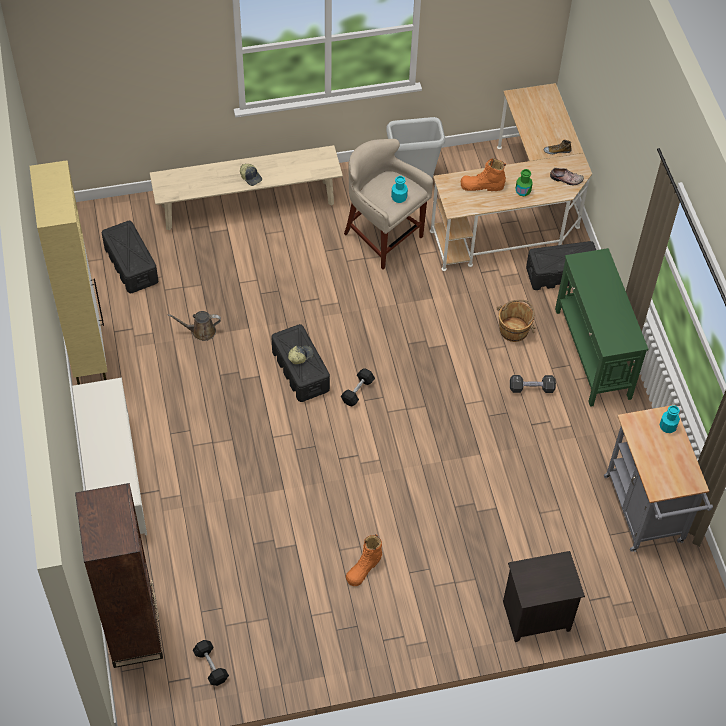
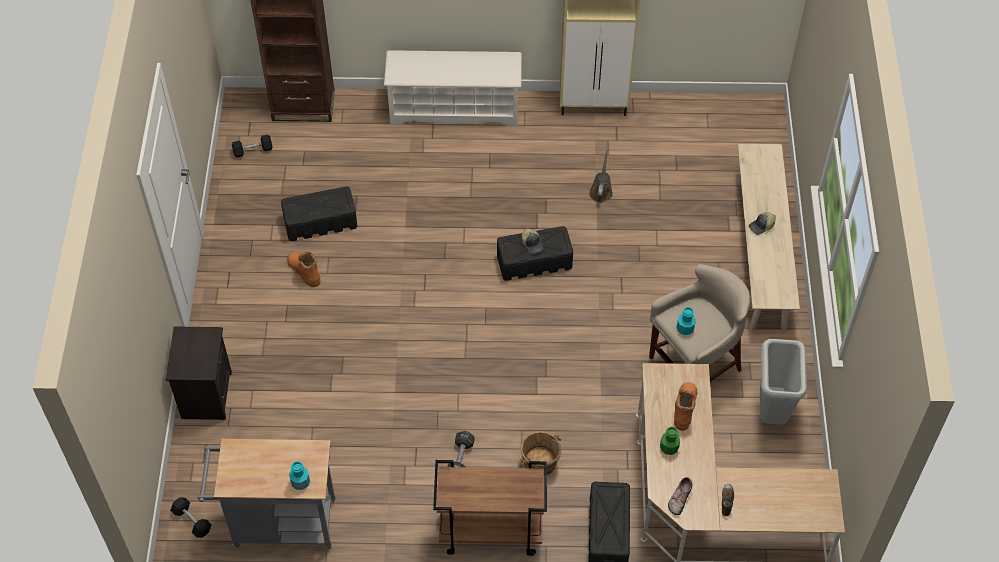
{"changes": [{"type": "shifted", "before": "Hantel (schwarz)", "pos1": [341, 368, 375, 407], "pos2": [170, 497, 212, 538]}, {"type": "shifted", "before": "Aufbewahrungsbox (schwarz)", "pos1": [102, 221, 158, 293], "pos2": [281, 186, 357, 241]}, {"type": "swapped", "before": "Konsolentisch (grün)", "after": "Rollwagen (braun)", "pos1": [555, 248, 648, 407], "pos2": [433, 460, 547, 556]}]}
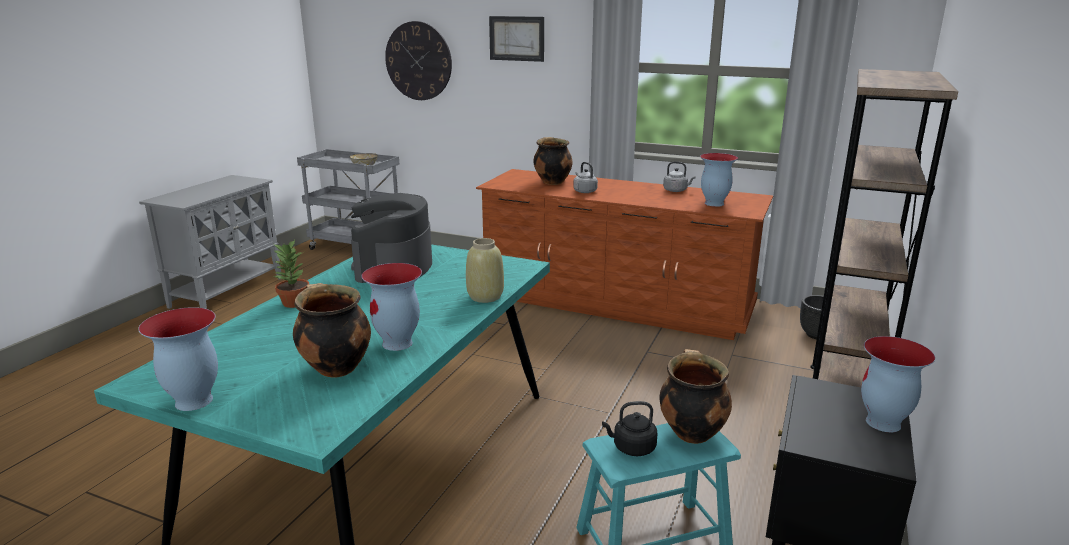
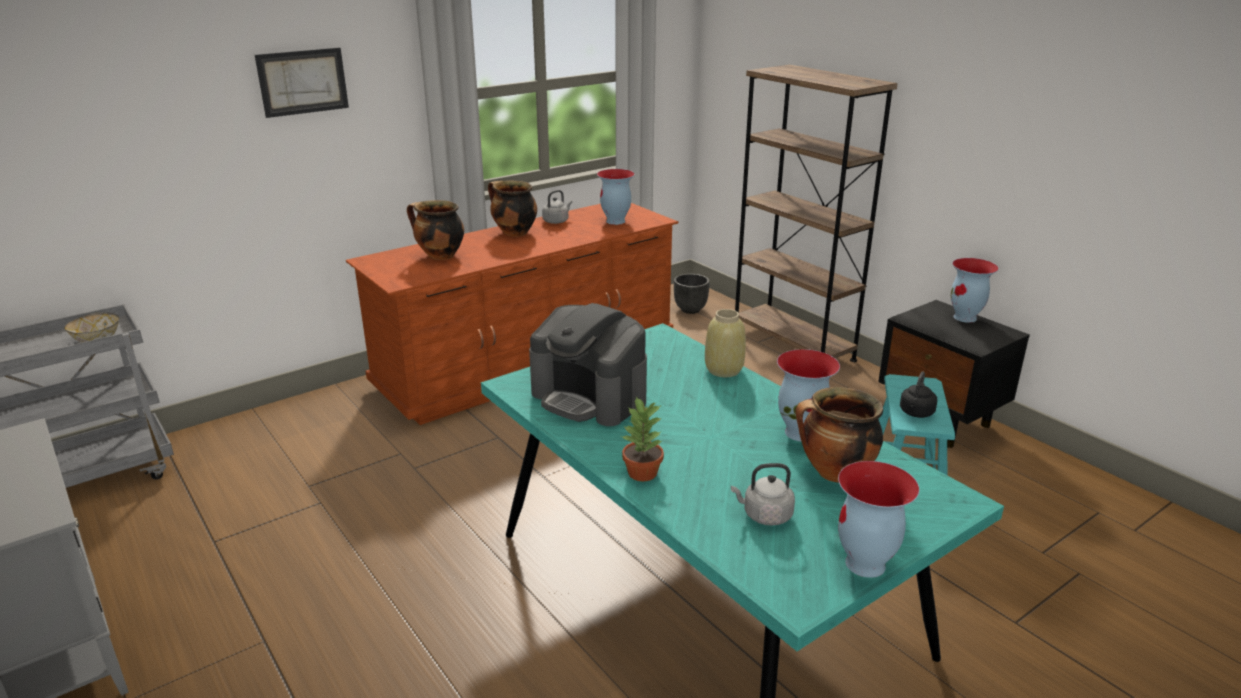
{"changes": [{"type": "shifted", "before": "Kochtopf", "pos1": [660, 349, 732, 444], "pos2": [488, 180, 537, 236]}, {"type": "shifted", "before": "Wasserkessel (grau)", "pos1": [573, 162, 598, 193], "pos2": [731, 463, 795, 526]}, {"type": "gone", "before": "Wanduhr", "pos1": [385, 21, 452, 100]}]}
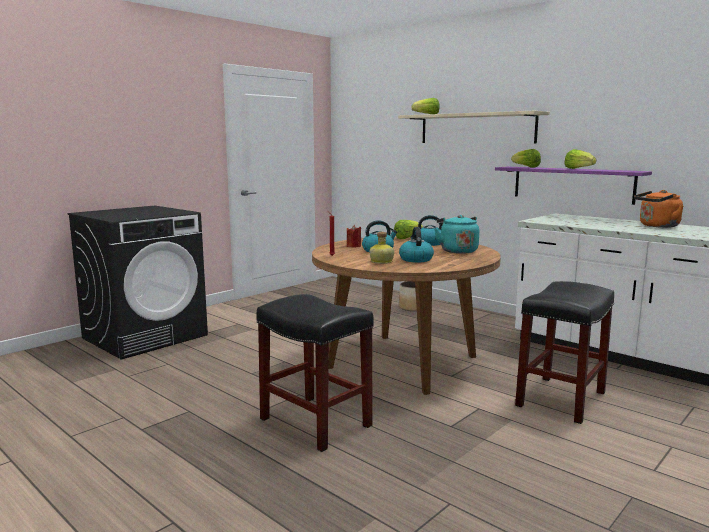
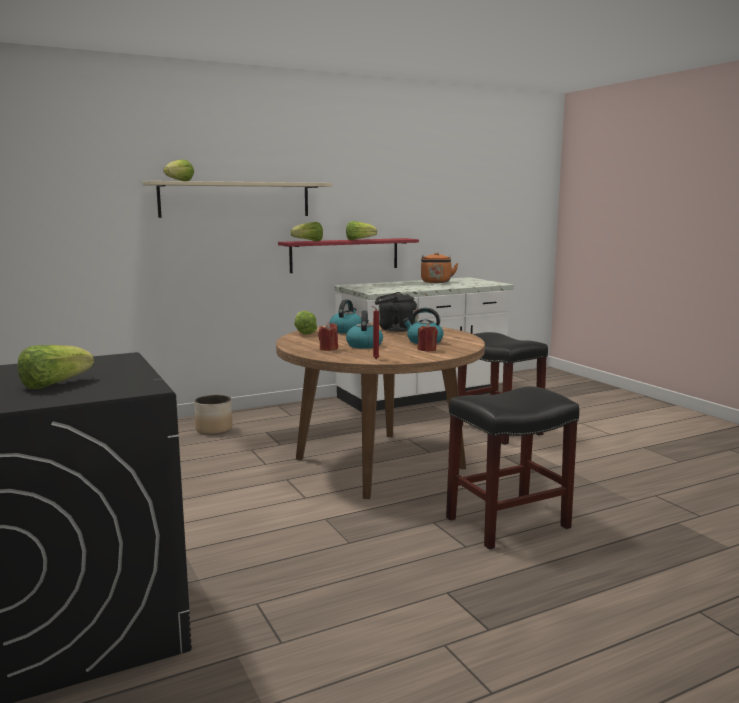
{"changes": [{"type": "new", "after": "Salatkopf", "pos2": [18, 345, 94, 389]}, {"type": "repainted", "before": "Wandregal (lila)", "after": "Wandregal (rot)", "pos1": [495, 167, 652, 205], "pos2": [278, 238, 419, 273]}, {"type": "repainted", "before": "Wasserkessel (türkis)", "after": "Wasserkessel (schwarz)", "pos1": [435, 215, 479, 254], "pos2": [375, 292, 418, 332]}, {"type": "swapped", "before": "Flasche", "after": "Kerze (rot)", "pos1": [369, 232, 394, 264], "pos2": [417, 323, 438, 352]}]}
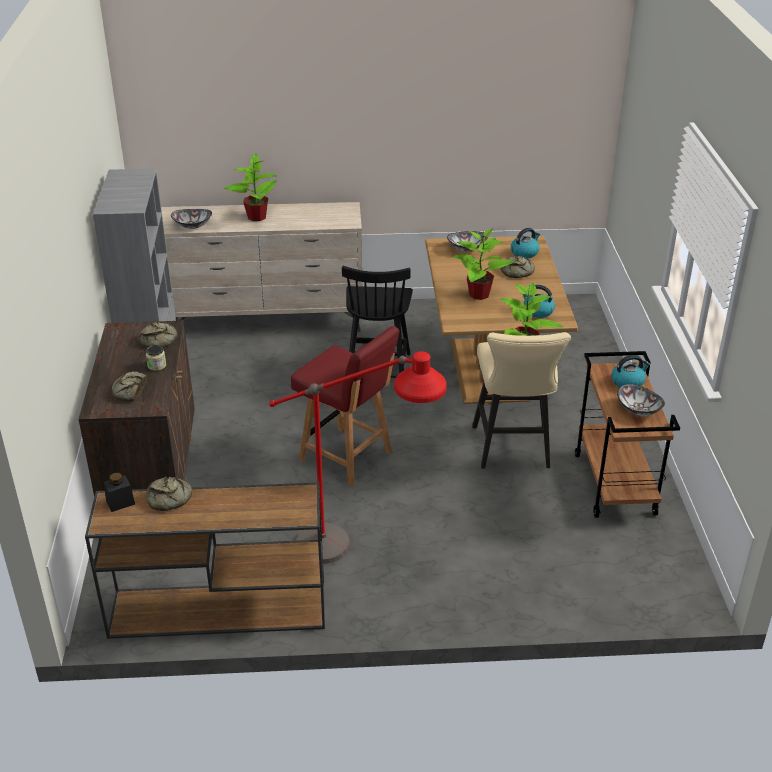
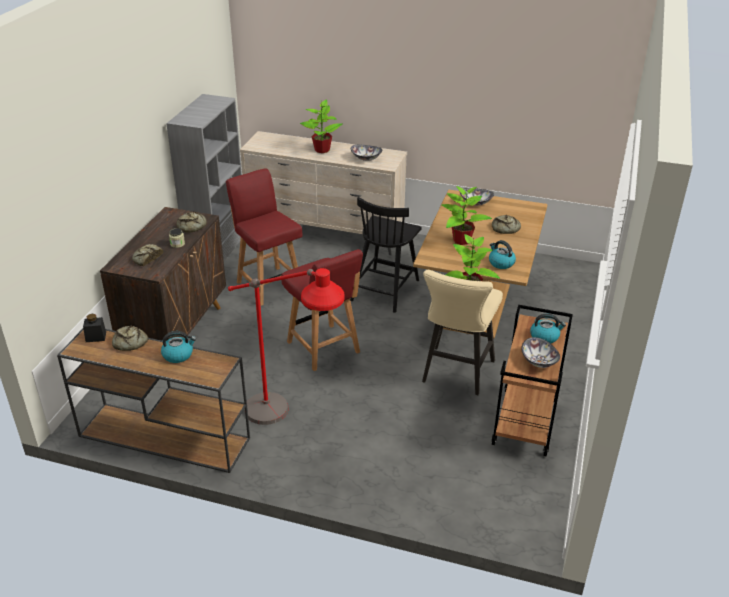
{"changes": [{"type": "shifted", "before": "Wasserkessel", "pos1": [511, 228, 540, 258], "pos2": [161, 331, 196, 363]}, {"type": "new", "after": "Stuhl (rot)", "pos2": [226, 168, 302, 306]}, {"type": "shifted", "before": "Schüssel", "pos1": [171, 209, 212, 229], "pos2": [351, 145, 382, 161]}]}
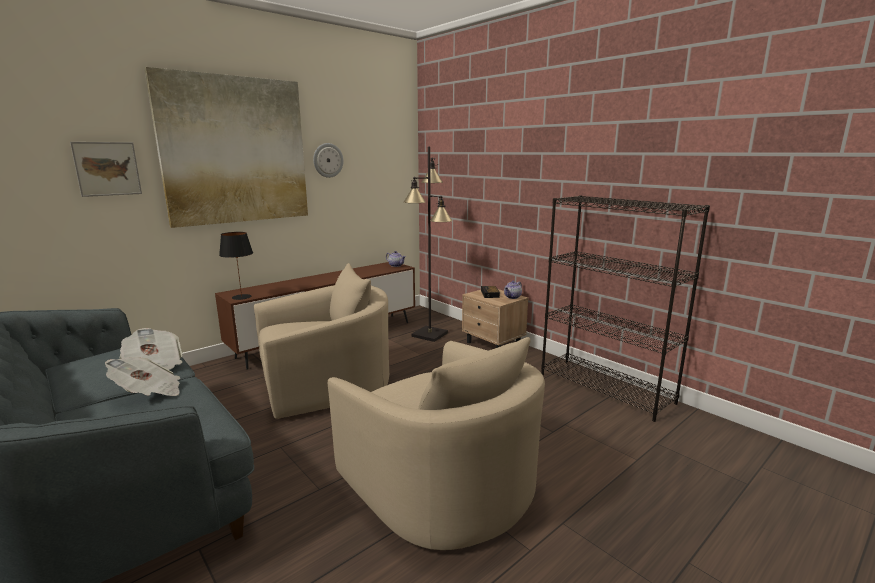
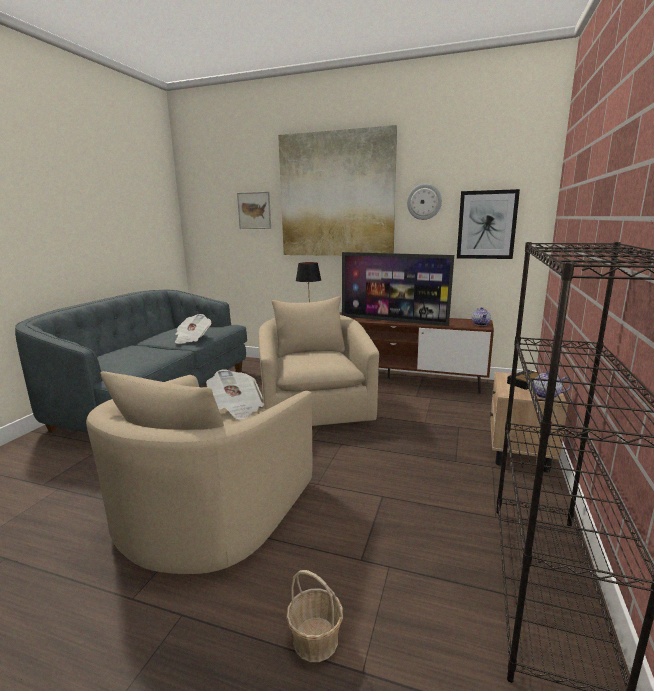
{"changes": [{"type": "shifted", "before": "Zeitung", "pos1": [105, 357, 180, 396], "pos2": [206, 369, 264, 420]}, {"type": "rotated", "before": "Sessel (beige)", "pos1": [254, 263, 389, 419], "pos2": [258, 296, 379, 426], "turn": -135}, {"type": "new", "after": "Korb", "pos2": [286, 570, 343, 662]}, {"type": "new", "after": "Fernseher", "pos2": [342, 252, 454, 326]}, {"type": "new", "after": "Bild", "pos2": [457, 189, 520, 259]}, {"type": "gone", "before": "Stehlampe (schwarz)", "pos1": [404, 146, 452, 342]}]}
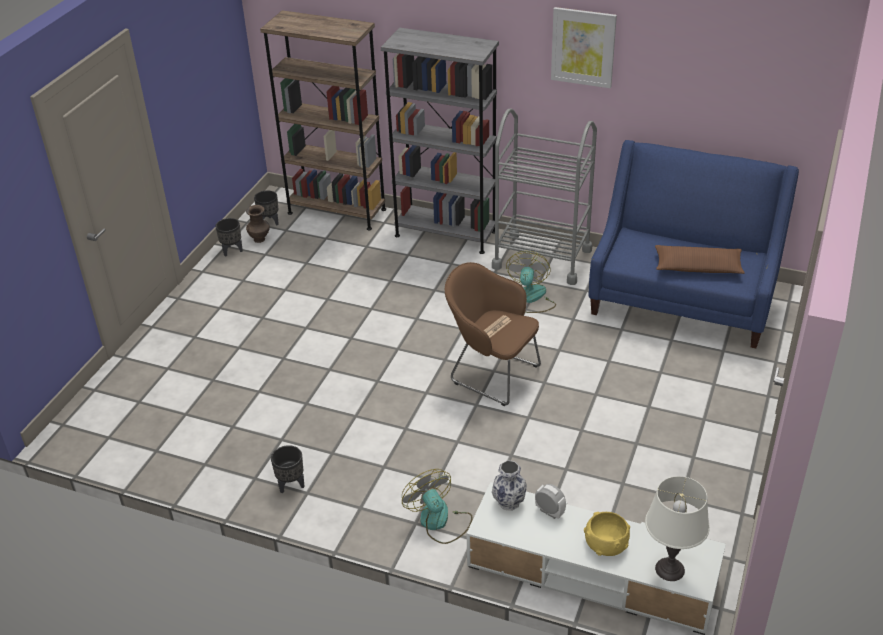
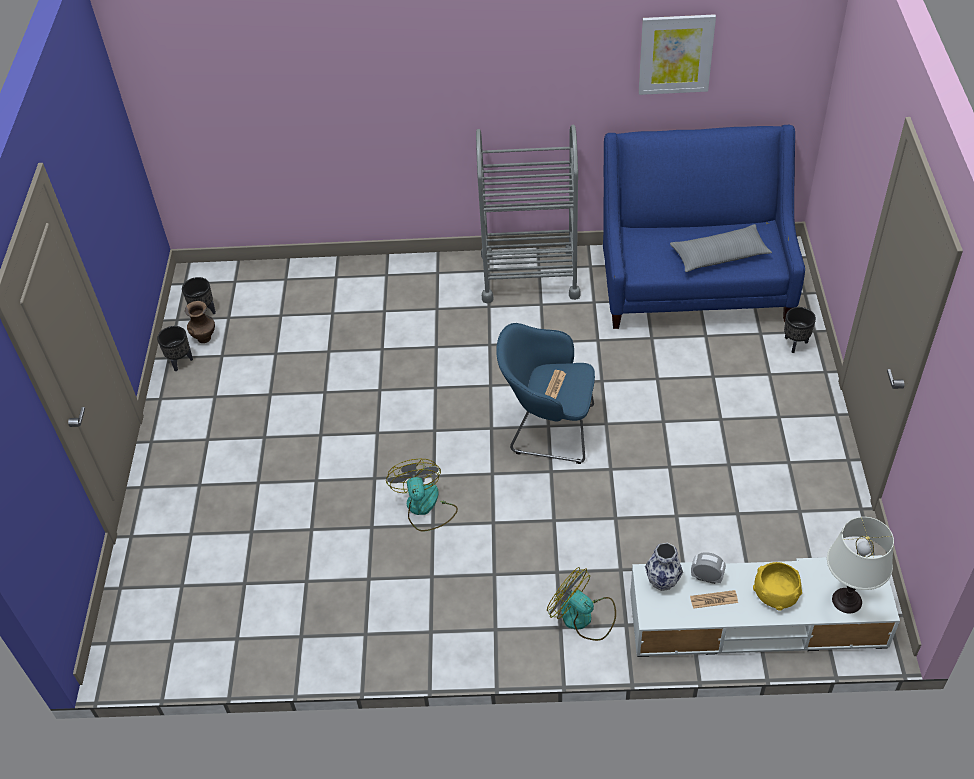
{"changes": [{"type": "shifted", "before": "Ventilator", "pos1": [506, 251, 556, 313], "pos2": [386, 459, 458, 531]}, {"type": "repainted", "before": "Sessel (braun)", "after": "Sessel (blau)", "pos1": [445, 262, 541, 406], "pos2": [496, 323, 595, 464]}, {"type": "shifted", "before": "Bild", "pos1": [551, 7, 617, 88], "pos2": [639, 14, 716, 95]}, {"type": "repainted", "before": "Kissen (braun)", "after": "Kissen (grau)", "pos1": [655, 245, 745, 274], "pos2": [670, 224, 772, 272]}, {"type": "new", "after": "Zeitung", "pos2": [690, 590, 738, 609]}, {"type": "shifted", "before": "Pflanzkübel (schwarz)", "pos1": [271, 445, 304, 493], "pos2": [784, 307, 816, 353]}, {"type": "gone", "before": "Bücherregal (braun)", "pos1": [260, 10, 386, 230]}, {"type": "gone", "before": "Bücherregal (grau)", "pos1": [381, 28, 499, 254]}]}
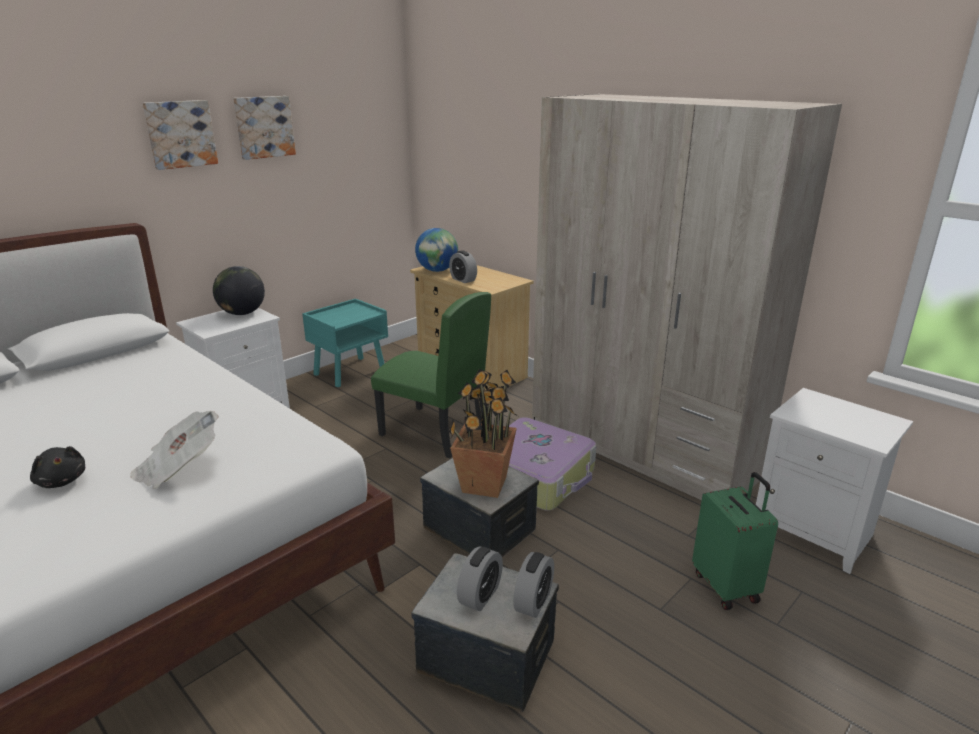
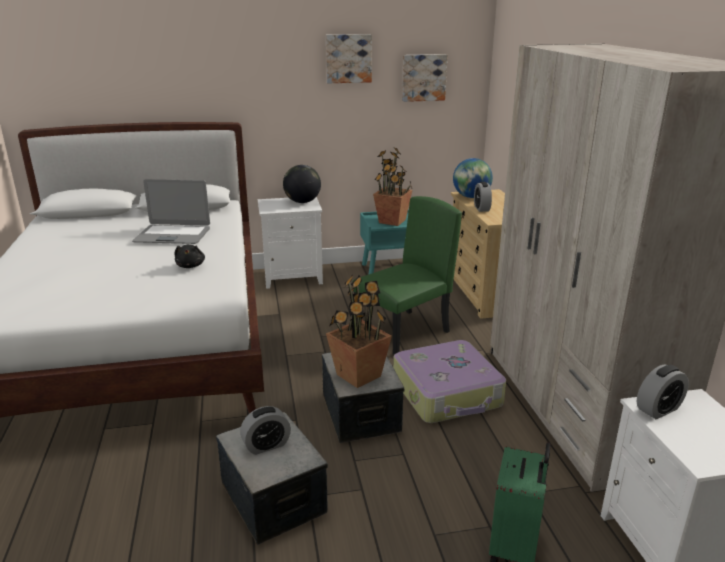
{"changes": [{"type": "new", "after": "Laptop", "pos2": [132, 179, 210, 244]}, {"type": "shifted", "before": "Plüschtier (schwarz)", "pos1": [30, 446, 85, 488], "pos2": [174, 244, 205, 268]}, {"type": "rotated", "before": "Stuhl (grün)", "pos1": [371, 292, 491, 458], "pos2": [353, 196, 462, 355], "turn": -105}, {"type": "new", "after": "Topfpflanze", "pos2": [373, 148, 413, 226]}, {"type": "shifted", "before": "Bild", "pos1": [143, 100, 218, 170], "pos2": [402, 54, 448, 102]}, {"type": "shifted", "before": "Wecker", "pos1": [513, 552, 554, 618], "pos2": [637, 364, 689, 419]}, {"type": "gone", "before": "Zeitung", "pos1": [130, 411, 219, 489]}]}
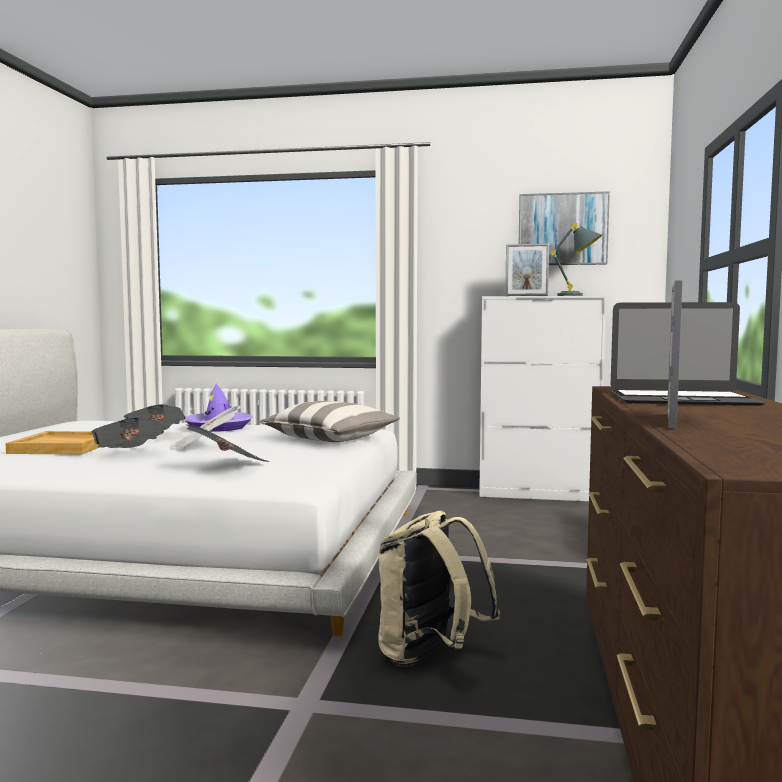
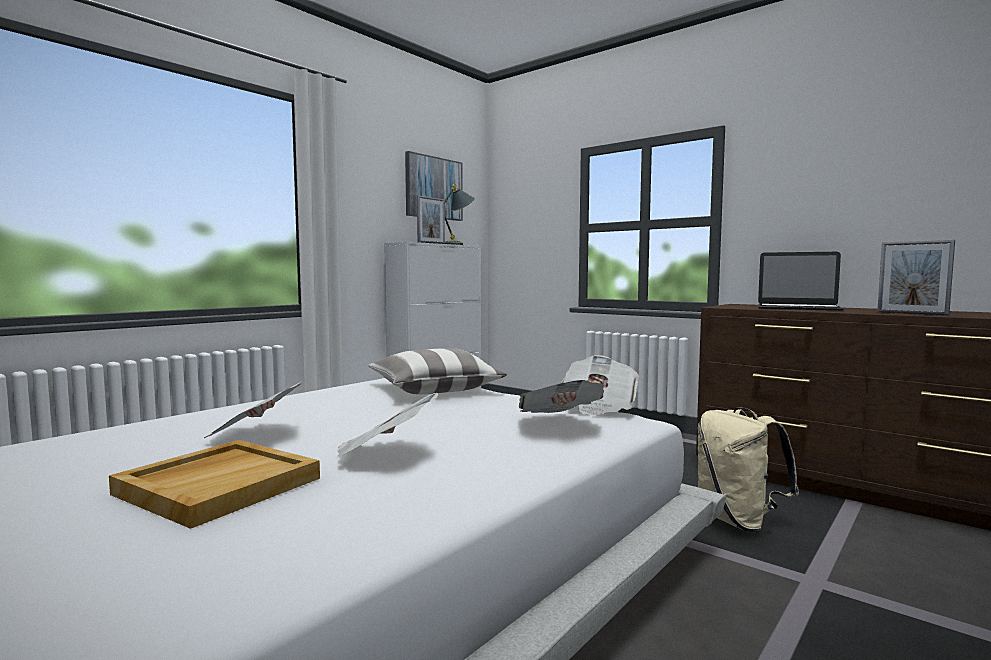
{"changes": [{"type": "shifted", "before": "Zeitung", "pos1": [170, 406, 241, 448], "pos2": [562, 355, 639, 415]}, {"type": "rotated", "before": "Laptop", "pos1": [611, 302, 766, 406], "pos2": [758, 252, 844, 311], "turn": 75}, {"type": "gone", "before": "Hut (lila)", "pos1": [184, 383, 253, 432]}]}
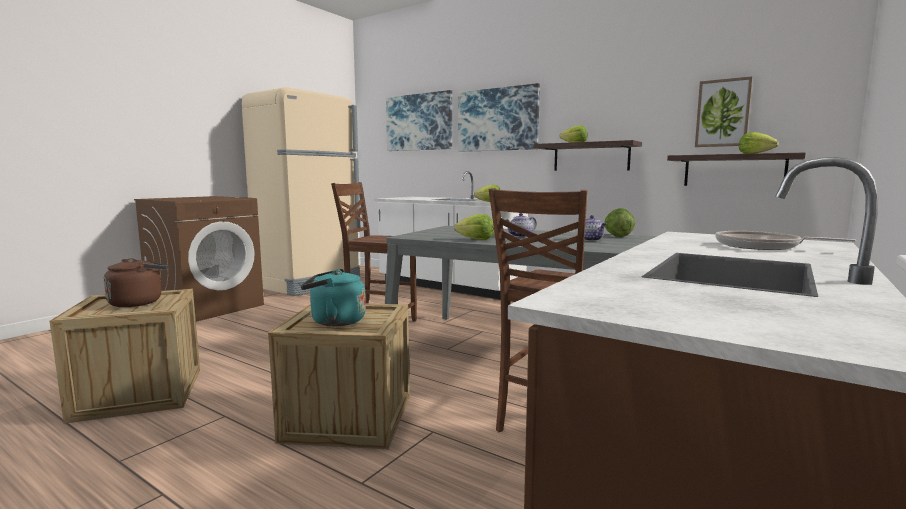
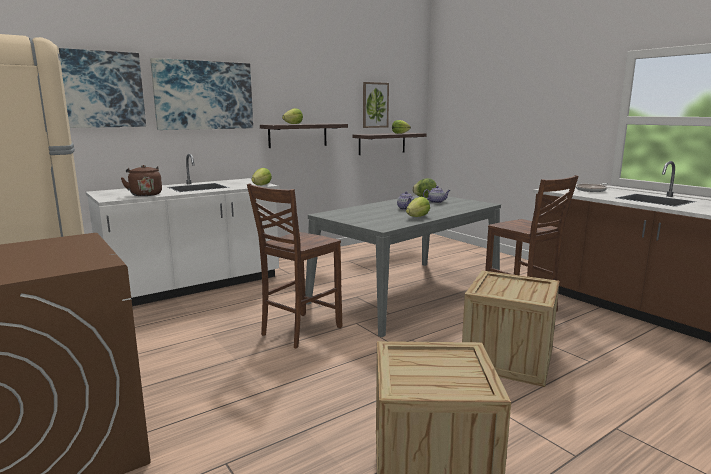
{"changes": [{"type": "shifted", "before": "Wasserkessel (braun)", "pos1": [104, 258, 168, 307], "pos2": [120, 165, 162, 196]}, {"type": "gone", "before": "Wasserkessel (türkis)", "pos1": [301, 269, 366, 326]}]}
